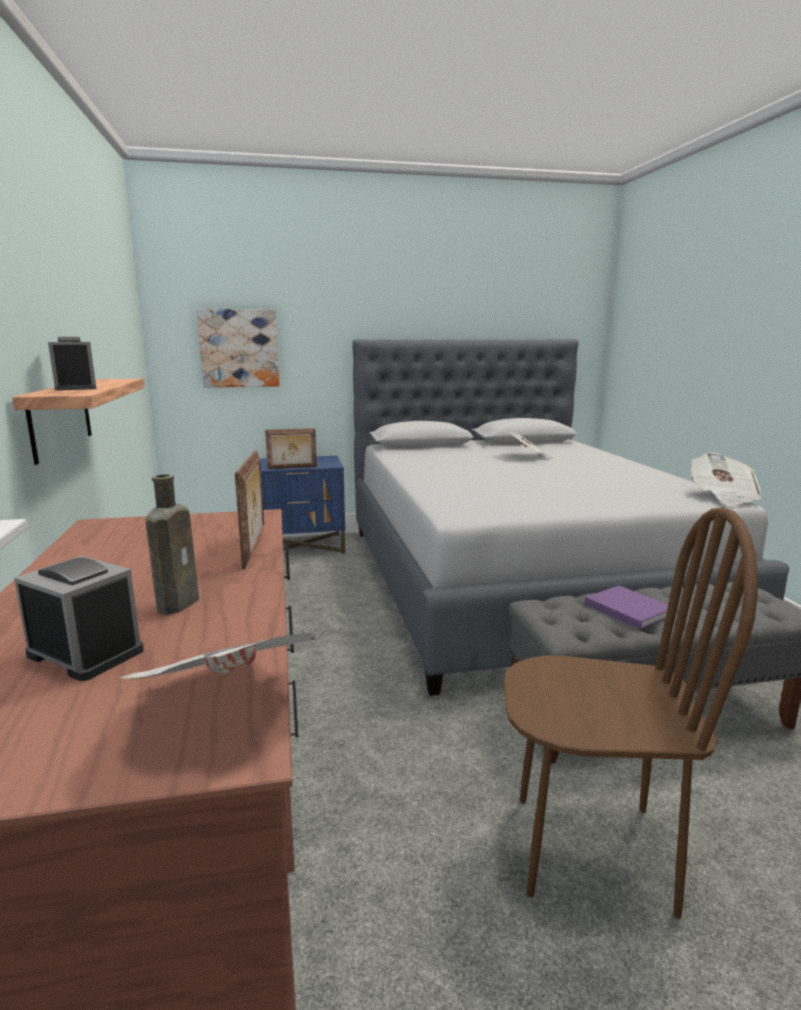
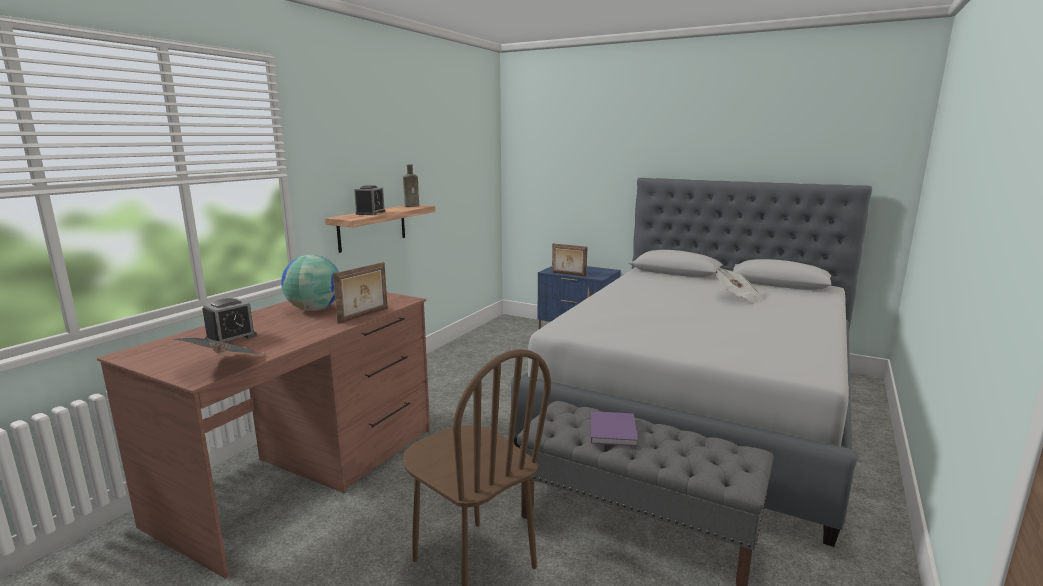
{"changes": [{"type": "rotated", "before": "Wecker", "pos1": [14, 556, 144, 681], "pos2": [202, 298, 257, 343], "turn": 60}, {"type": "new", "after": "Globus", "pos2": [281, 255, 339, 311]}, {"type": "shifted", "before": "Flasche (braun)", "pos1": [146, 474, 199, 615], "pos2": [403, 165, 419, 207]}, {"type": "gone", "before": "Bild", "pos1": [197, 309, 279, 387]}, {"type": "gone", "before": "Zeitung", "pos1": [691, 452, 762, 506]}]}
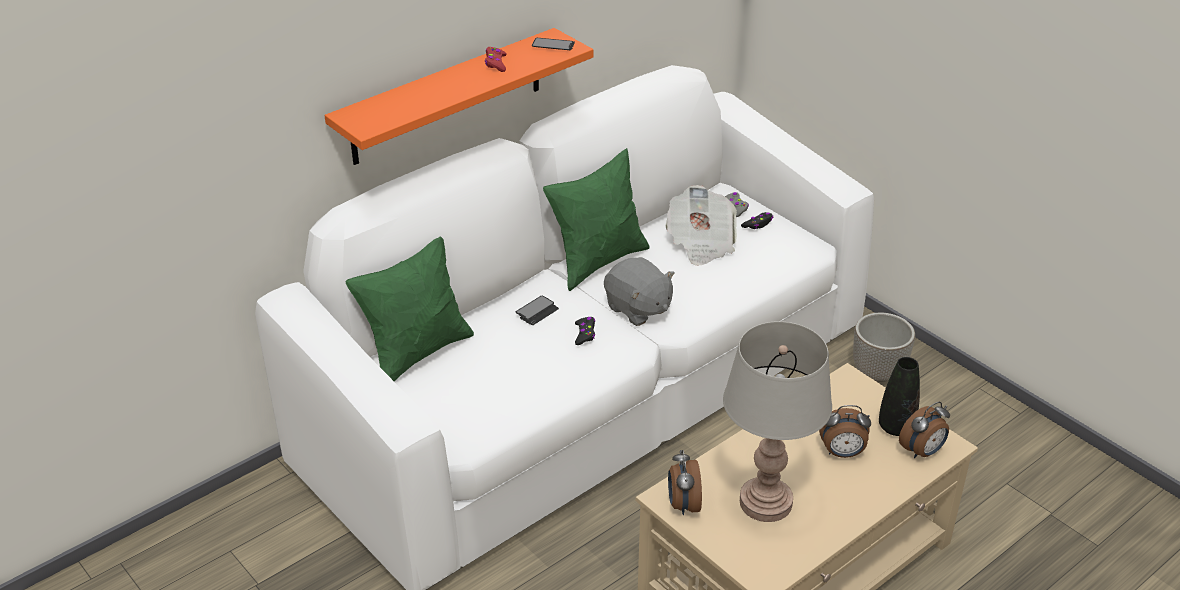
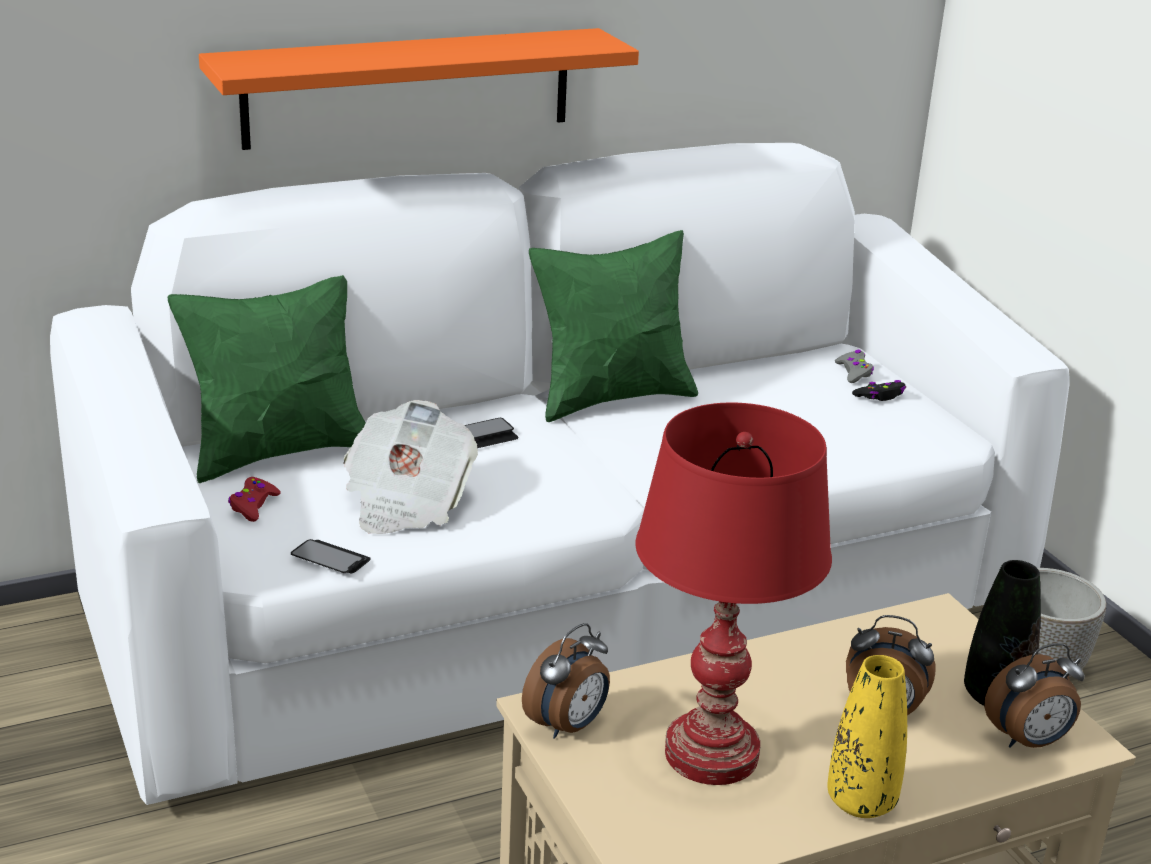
{"changes": [{"type": "shifted", "before": "Gamepad (rot)", "pos1": [485, 47, 507, 72], "pos2": [228, 477, 281, 522]}, {"type": "shifted", "before": "Handy", "pos1": [532, 38, 575, 50], "pos2": [291, 539, 371, 573]}, {"type": "shifted", "before": "Zeitung", "pos1": [665, 185, 737, 266], "pos2": [343, 400, 478, 534]}, {"type": "rotated", "before": "Wecker", "pos1": [668, 450, 702, 515], "pos2": [522, 623, 610, 739], "turn": -150}, {"type": "repainted", "before": "Tischlampe (grau)", "after": "Tischlampe (rot)", "pos1": [723, 321, 832, 522], "pos2": [636, 403, 832, 785]}, {"type": "new", "after": "Vase (gelb)", "pos2": [827, 655, 907, 818]}, {"type": "gone", "before": "Gamepad (schwarz)", "pos1": [575, 317, 595, 345]}, {"type": "gone", "before": "Plüschtier (grau)", "pos1": [604, 257, 675, 326]}]}
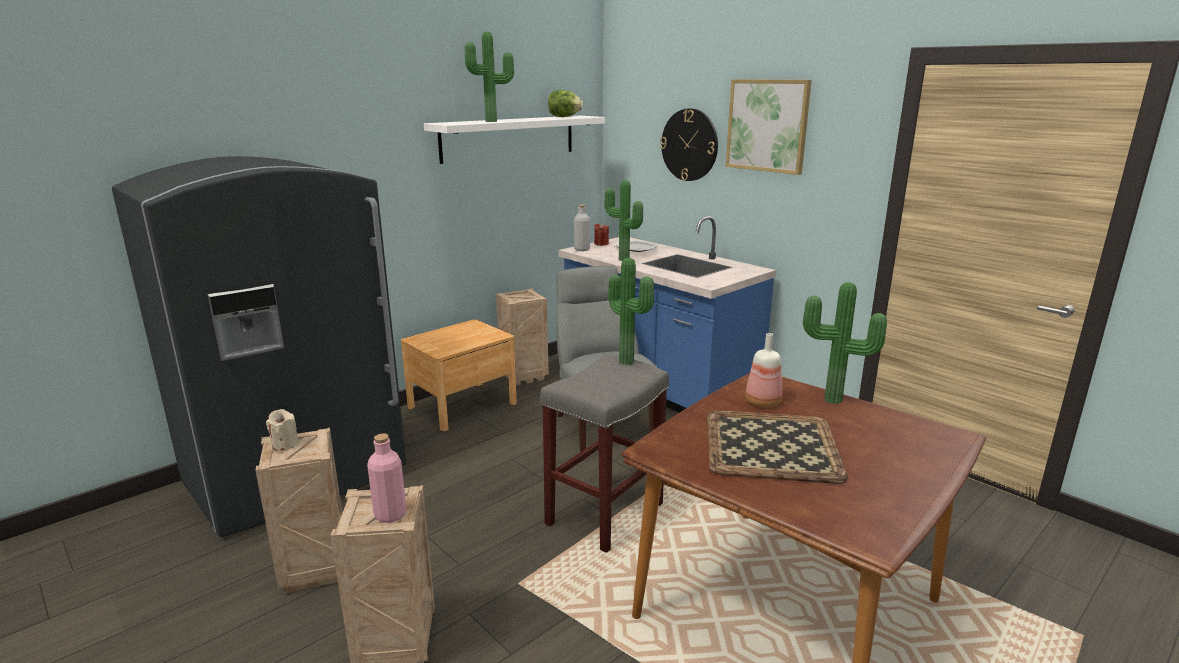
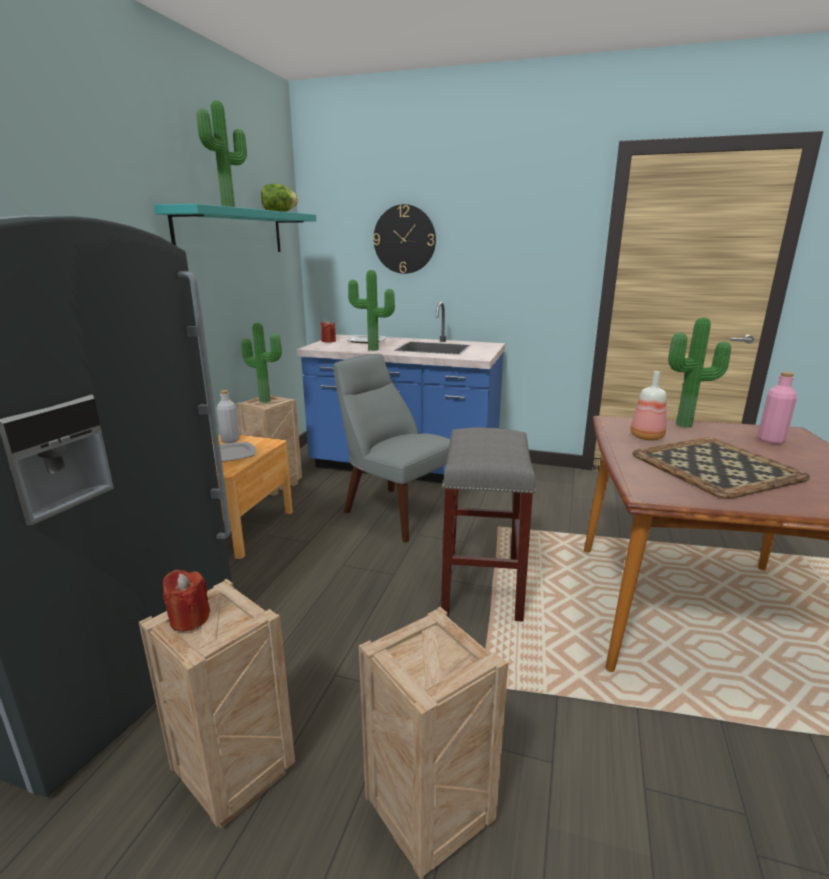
{"changes": [{"type": "repainted", "before": "Wandregal (weiß)", "after": "Wandregal (türkis)", "pos1": [424, 116, 605, 164], "pos2": [154, 204, 316, 252]}, {"type": "repainted", "before": "Kerze (beige)", "after": "Kerze (rot)", "pos1": [266, 409, 299, 451], "pos2": [163, 570, 210, 632]}, {"type": "new", "after": "Teller", "pos2": [213, 442, 256, 462]}, {"type": "shifted", "before": "Flasche (grau)", "pos1": [574, 205, 590, 251], "pos2": [217, 390, 240, 443]}, {"type": "shifted", "before": "Topfpflanze", "pos1": [608, 258, 654, 365], "pos2": [241, 323, 282, 403]}, {"type": "shifted", "before": "Flasche (rosa)", "pos1": [367, 434, 406, 523], "pos2": [758, 372, 797, 444]}, {"type": "gone", "before": "Bild", "pos1": [725, 79, 812, 175]}]}
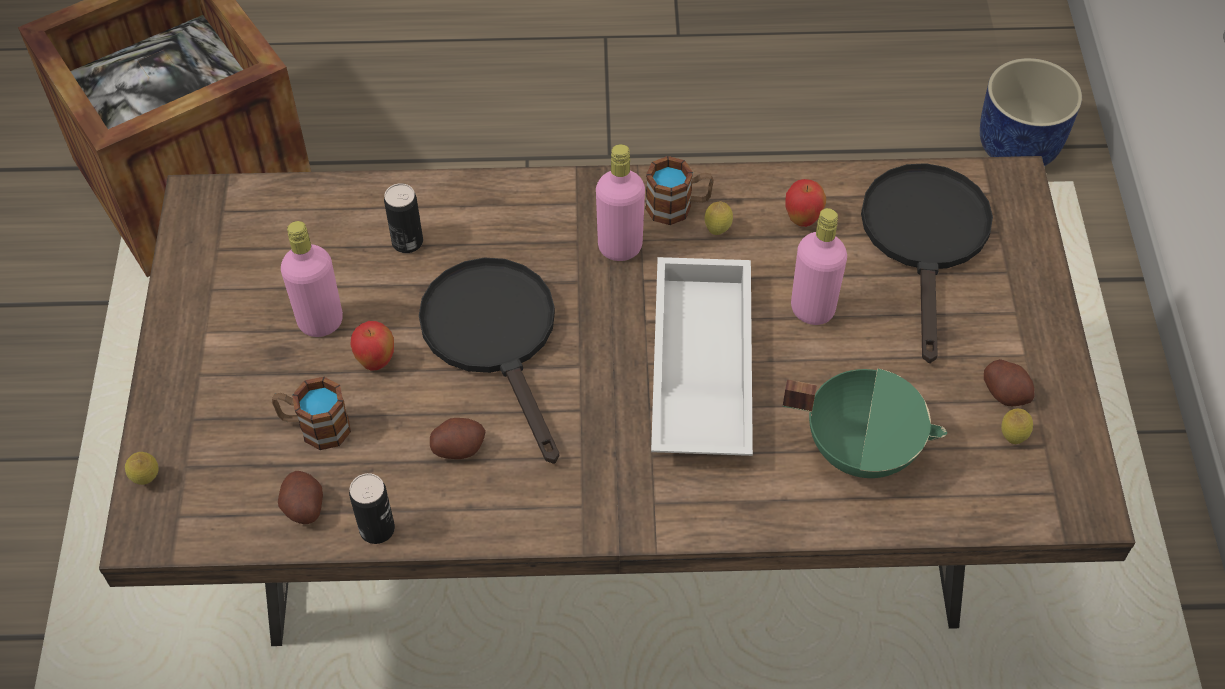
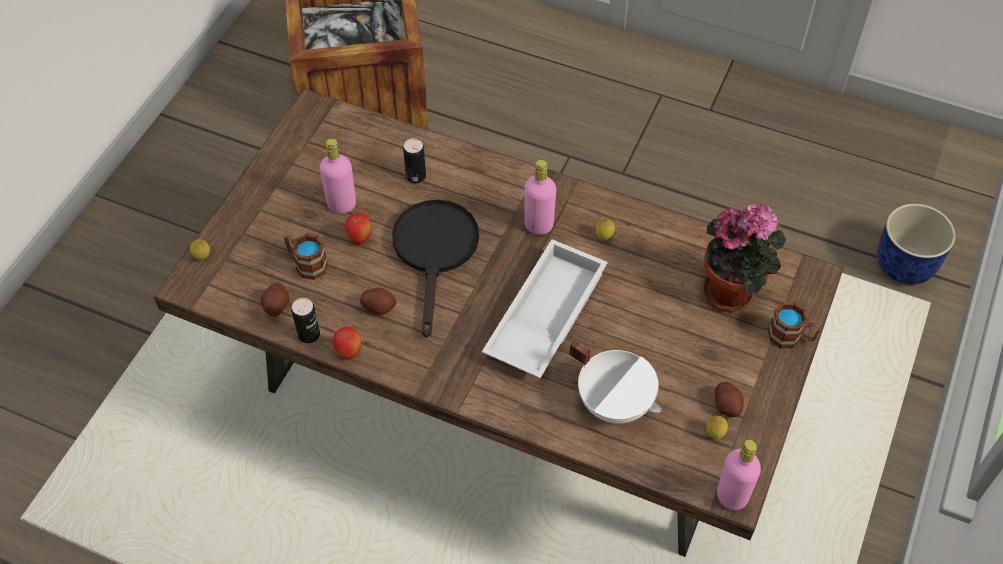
{"changes": [{"type": "shifted", "before": "Apfel", "pos1": [786, 179, 826, 227], "pos2": [332, 327, 362, 360]}, {"type": "repainted", "before": "Kochtopf (grün)", "after": "Kochtopf (weiß)", "pos1": [782, 368, 947, 478], "pos2": [569, 340, 661, 424]}, {"type": "swapped", "before": "Pfanne (schwarz)", "after": "Topfpflanze", "pos1": [861, 163, 993, 363], "pos2": [703, 203, 786, 312]}, {"type": "shifted", "before": "Flasche (rosa)", "pos1": [791, 208, 847, 325], "pos2": [717, 440, 761, 510]}, {"type": "shifted", "before": "Henkelbecher", "pos1": [645, 156, 714, 225], "pos2": [768, 302, 821, 348]}]}
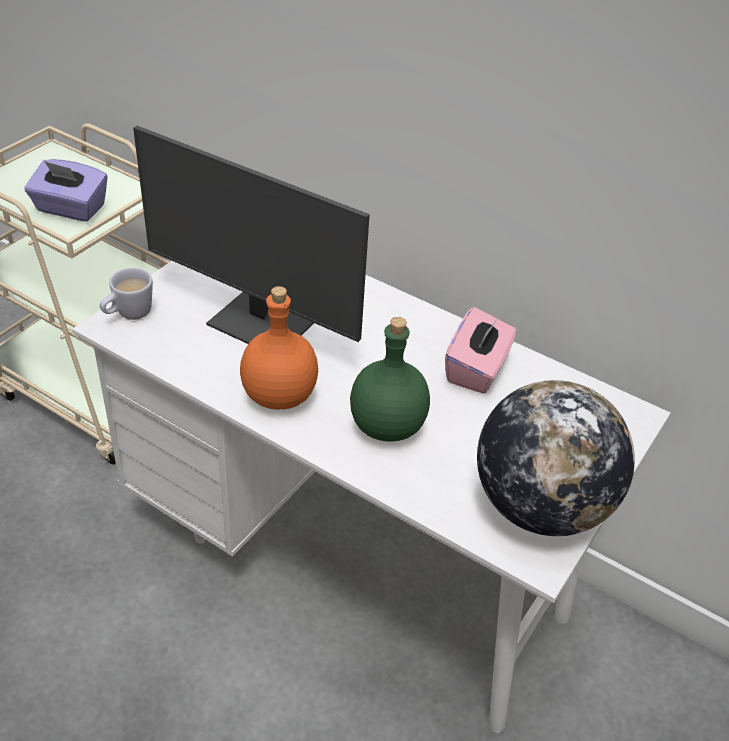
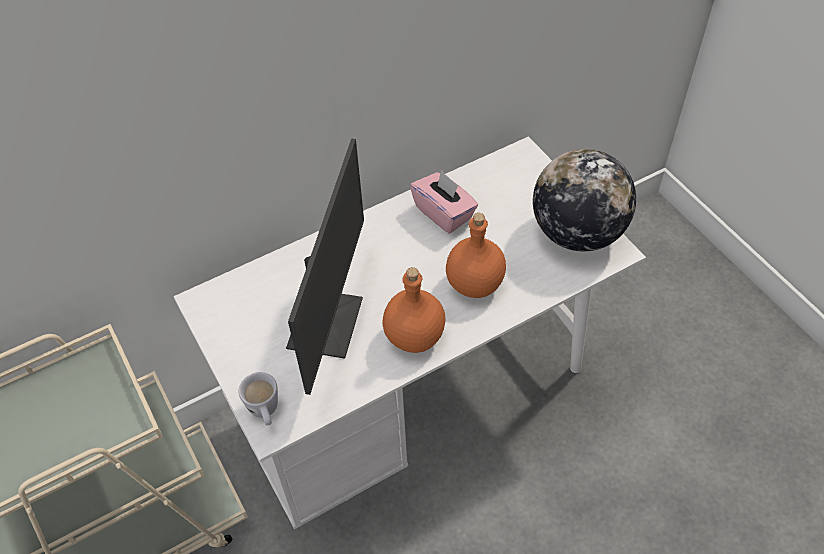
{"changes": [{"type": "rotated", "before": "Monitor", "pos1": [133, 126, 370, 344], "pos2": [286, 139, 364, 395], "turn": -45}, {"type": "repainted", "before": "Flasche (grün)", "after": "Flasche (orange)", "pos1": [350, 317, 430, 441], "pos2": [446, 213, 506, 298]}, {"type": "gone", "before": "Taschentuchbox (lila)", "pos1": [24, 159, 107, 222]}]}
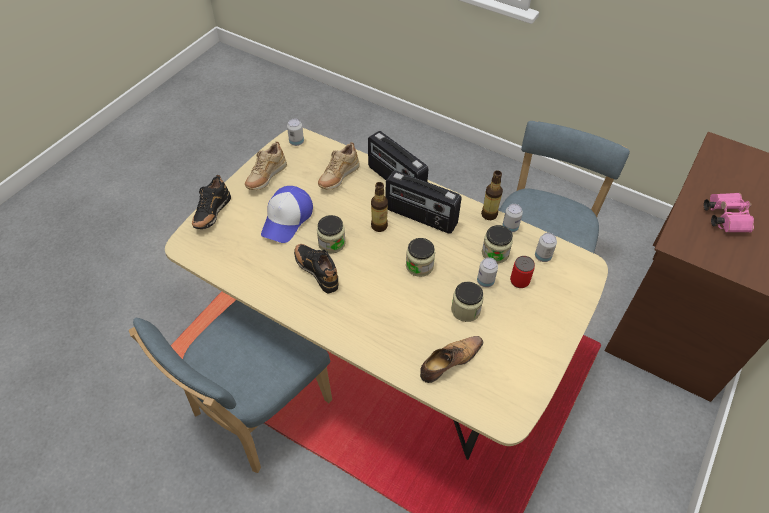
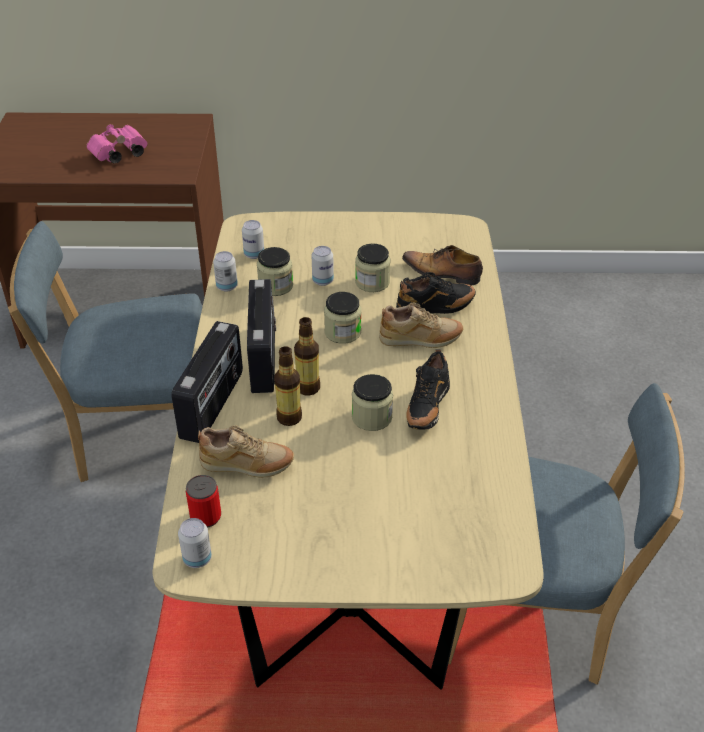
{"changes": [{"type": "shifted", "before": "Dose", "pos1": [510, 256, 535, 288], "pos2": [186, 475, 221, 528]}, {"type": "shifted", "before": "Flasche", "pos1": [481, 171, 503, 220], "pos2": [274, 346, 302, 426]}, {"type": "shifted", "before": "Schuh (beige)", "pos1": [245, 141, 287, 190], "pos2": [379, 303, 464, 348]}, {"type": "shifted", "before": "Schuh (schwarz)", "pos1": [192, 175, 231, 229], "pos2": [396, 272, 476, 314]}, {"type": "gone", "before": "Kappe", "pos1": [261, 186, 313, 243]}]}
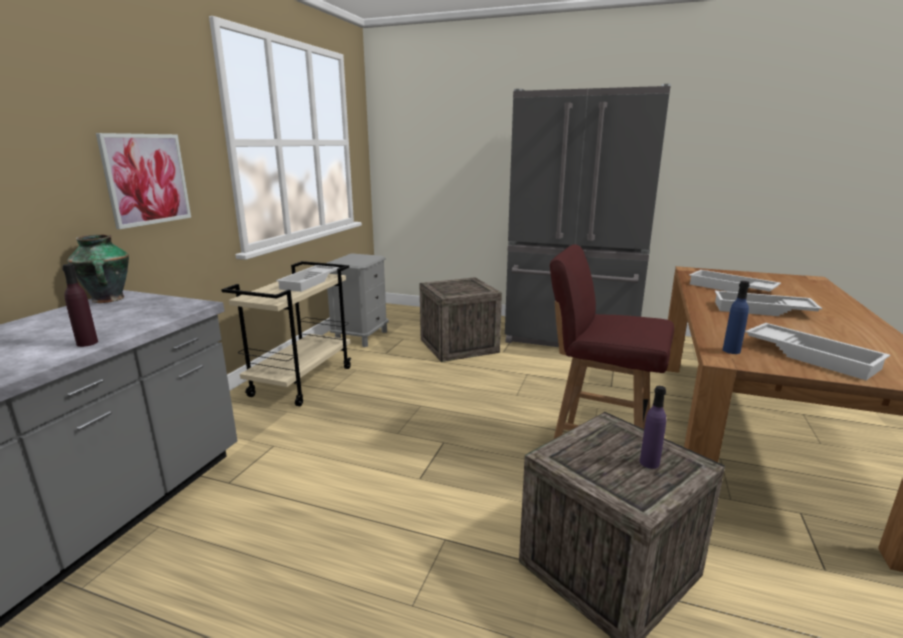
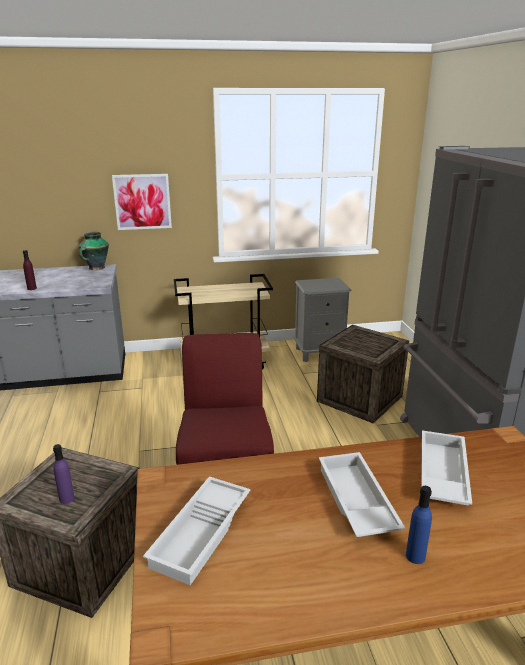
{"changes": [{"type": "shifted", "before": "Flasche (blau)", "pos1": [723, 281, 750, 354], "pos2": [406, 486, 432, 564]}, {"type": "gone", "before": "Tablett (weiß)", "pos1": [276, 265, 339, 292]}]}
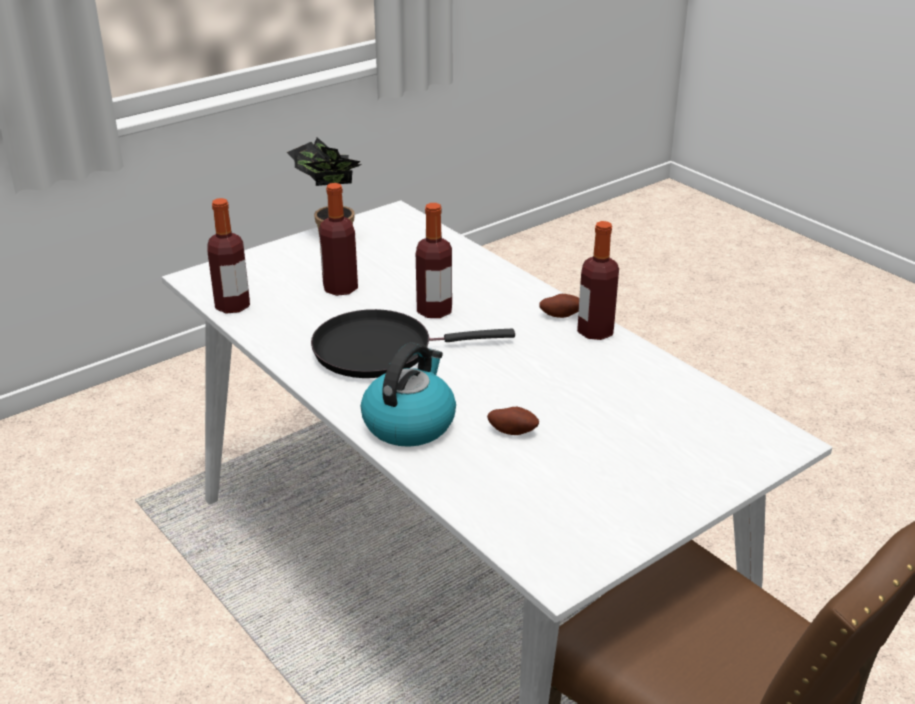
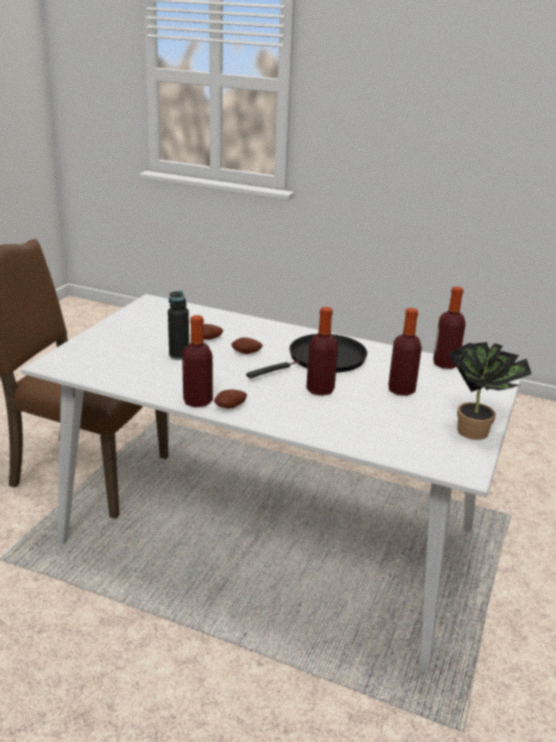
{"changes": [{"type": "new", "after": "Flasche (schwarz)", "pos2": [168, 291, 189, 360]}, {"type": "new", "after": "Kartoffel", "pos2": [231, 337, 262, 354]}, {"type": "gone", "before": "Wasserkessel", "pos1": [361, 342, 456, 447]}]}
